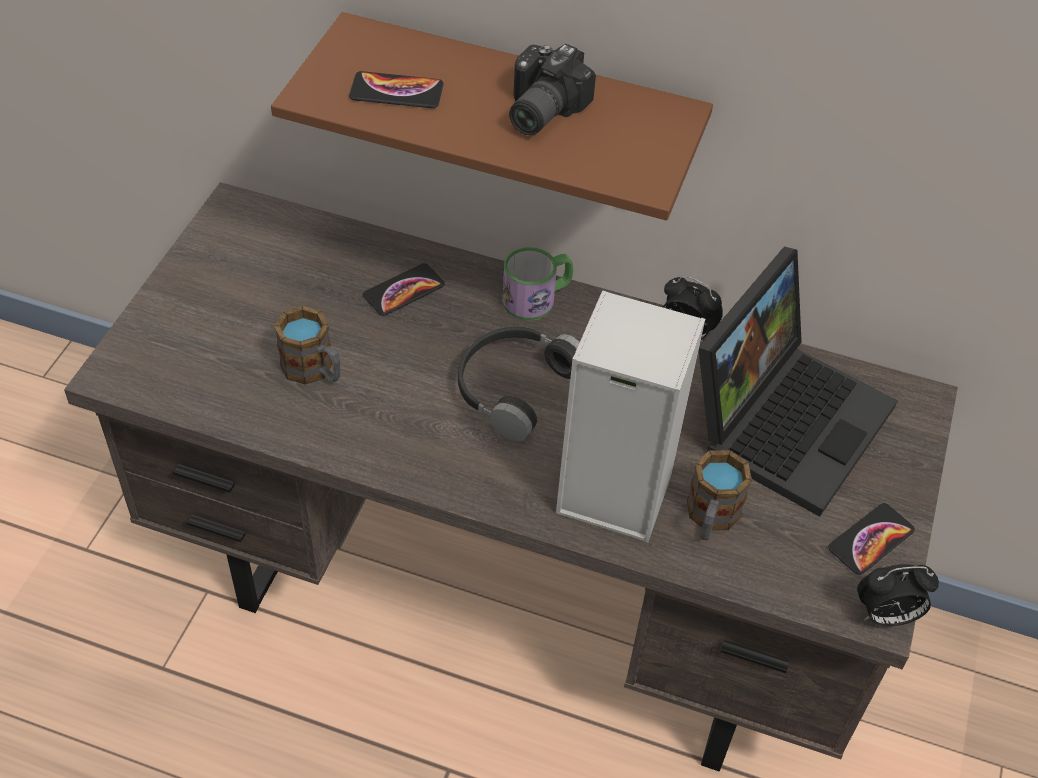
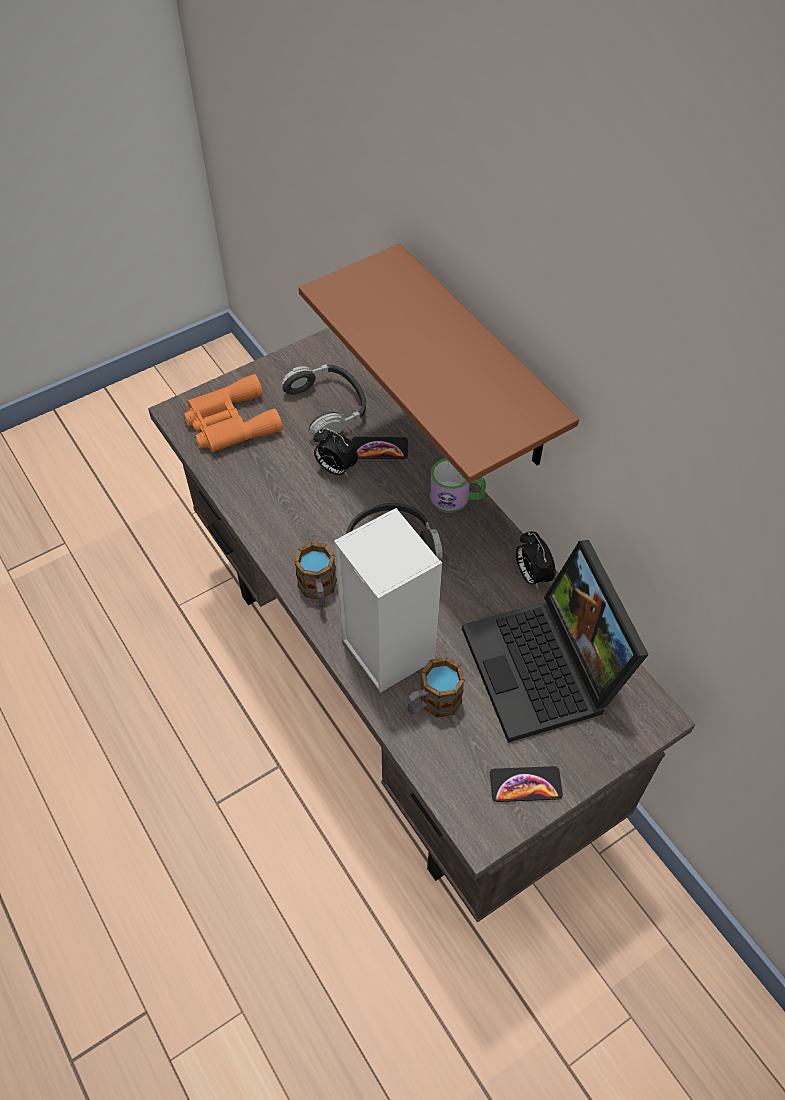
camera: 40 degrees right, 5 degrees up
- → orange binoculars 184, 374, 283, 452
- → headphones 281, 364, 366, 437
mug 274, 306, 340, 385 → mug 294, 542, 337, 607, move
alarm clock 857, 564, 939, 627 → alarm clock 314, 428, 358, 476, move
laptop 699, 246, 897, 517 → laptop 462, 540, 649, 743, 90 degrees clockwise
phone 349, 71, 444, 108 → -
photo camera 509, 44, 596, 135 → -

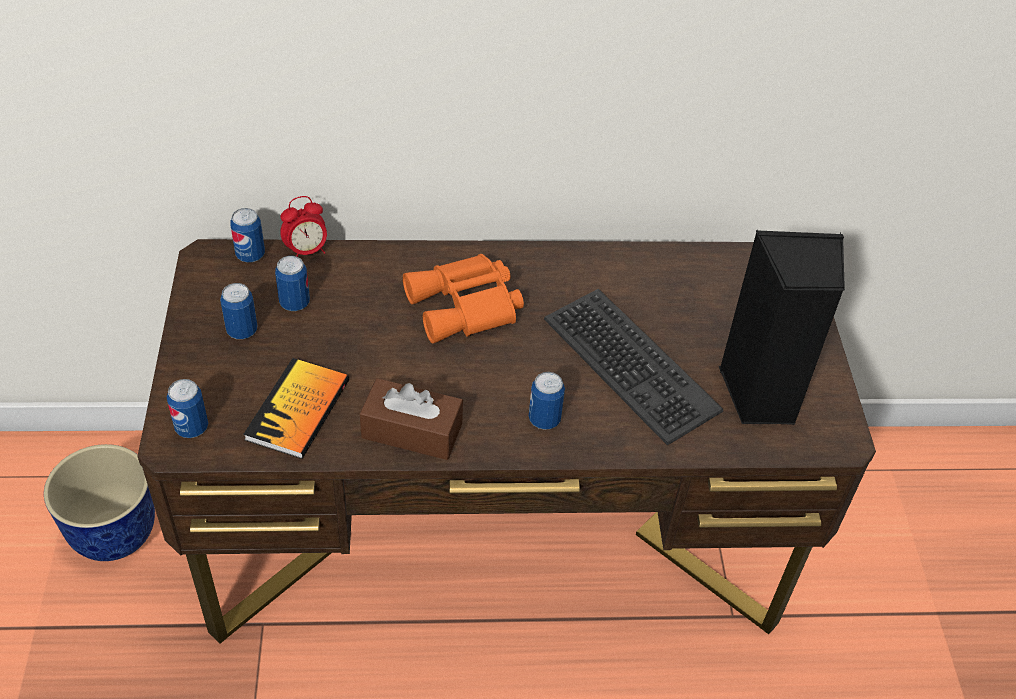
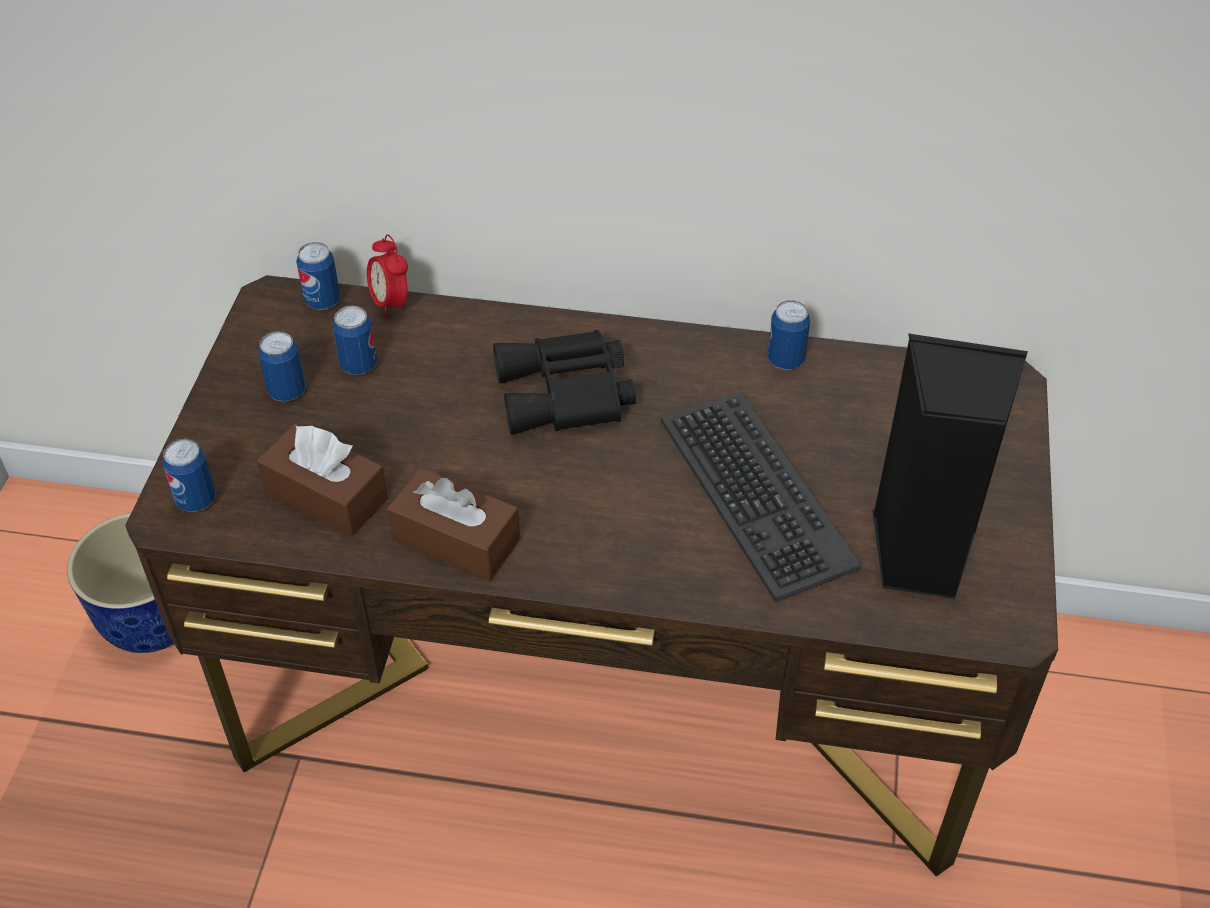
camera: 15 degrees right, 0 degrees up
book 243, 358, 349, 459 → brown tissue box 257, 424, 388, 537
alarm clock 280, 196, 327, 257 → alarm clock 367, 234, 408, 319, 75 degrees clockwise
orange binoculars 403, 254, 524, 344 → black binoculars 493, 330, 636, 435
can 529, 372, 565, 430 → can 768, 300, 810, 370, move

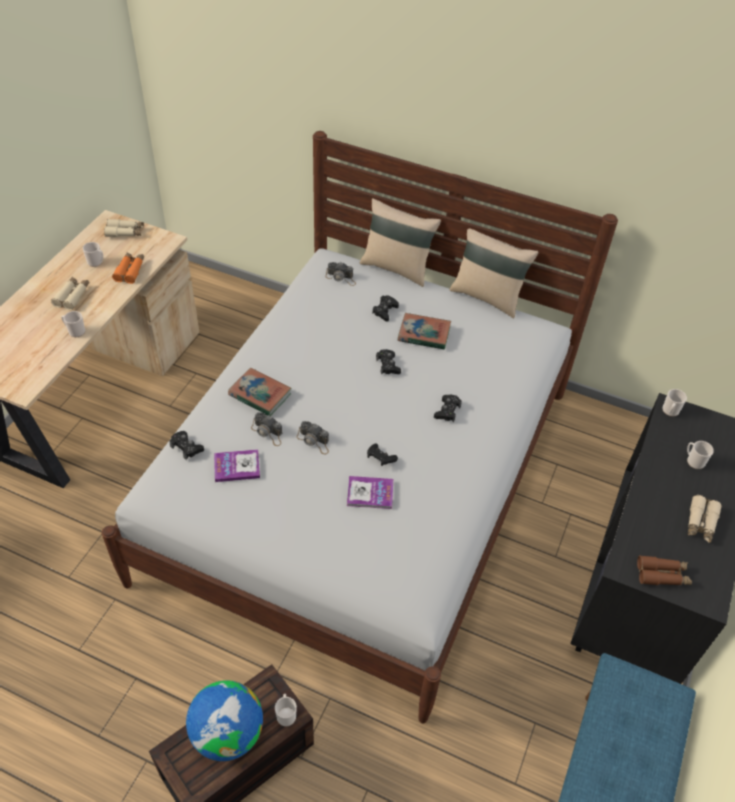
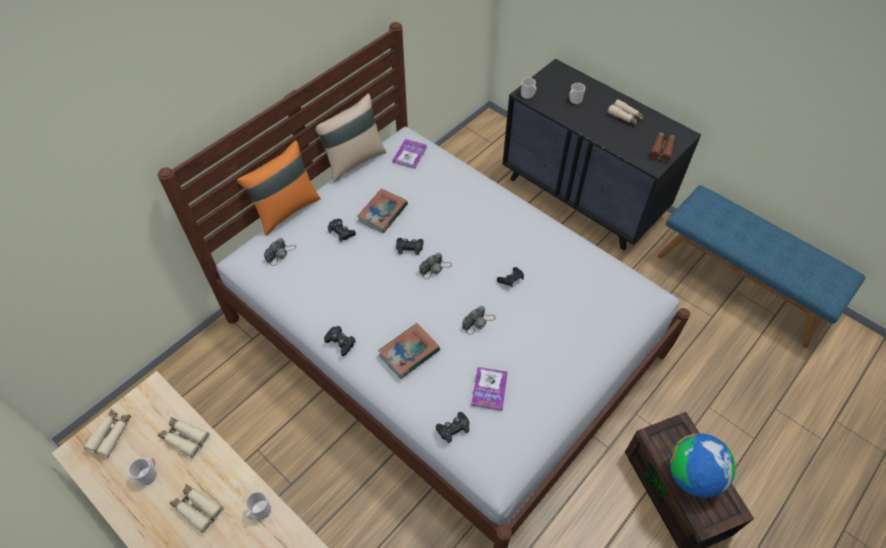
camera: 70 degrees left, 5 degrees up
orange binoculars 112, 252, 144, 284 → beige binoculars 158, 417, 210, 458
beige pillow 360, 198, 441, 287 → orange pillow 237, 140, 321, 236
black game controller 434, 394, 462, 422 → black game controller 324, 326, 356, 356, move
book 347, 476, 393, 509 → book 393, 139, 427, 169, move
photo camera 251, 412, 282, 446 → photo camera 419, 253, 452, 279, move
mug 275, 694, 297, 726 → -

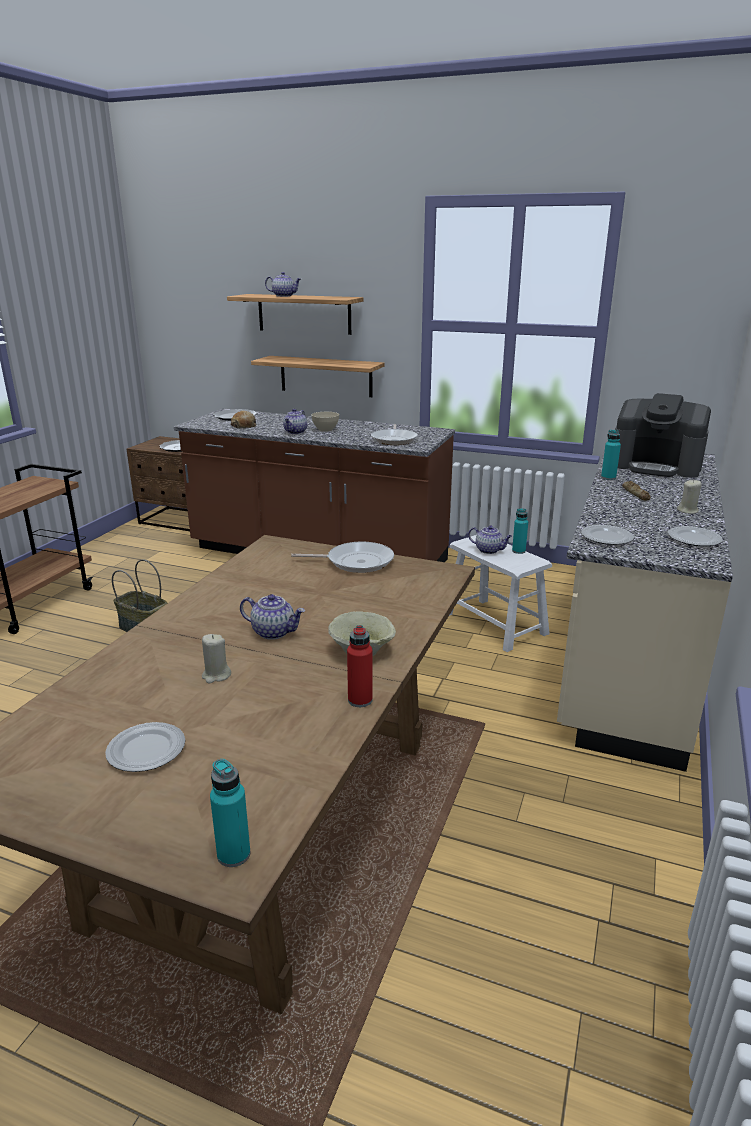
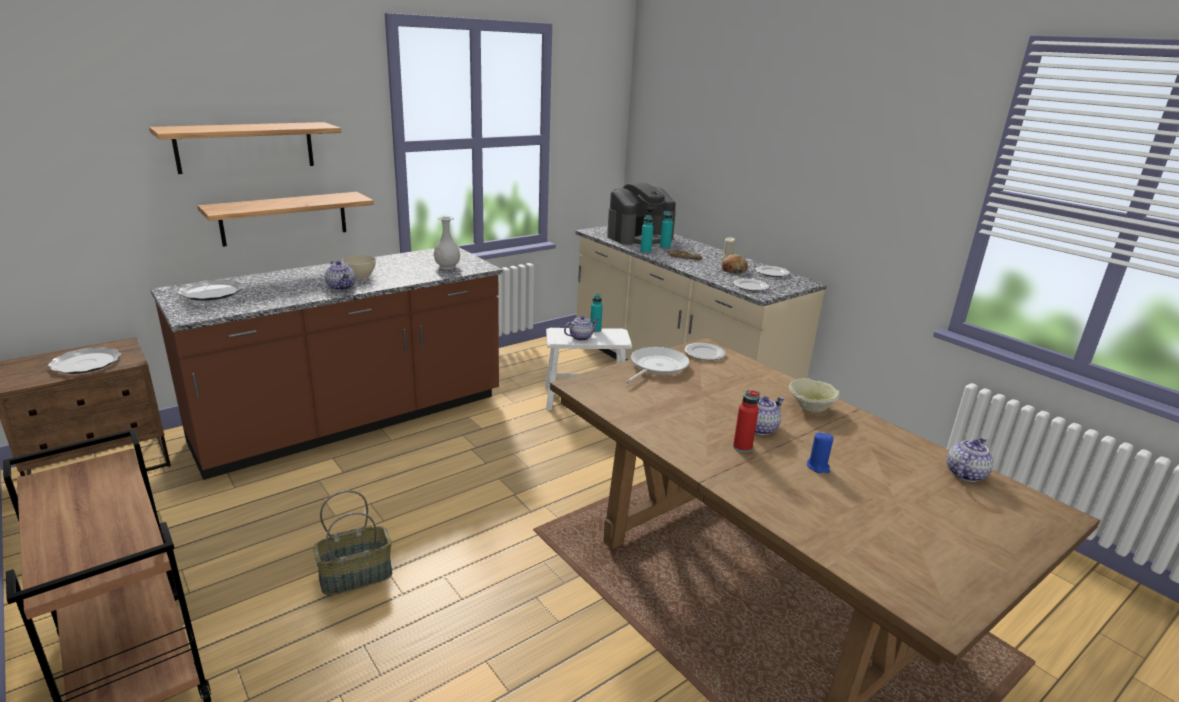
camera: 60 degrees left, 0 degrees up
frying pan 371, 424, 418, 445 → white vase 434, 216, 460, 270
turquoise bottle 210, 759, 250, 867 → turquoise bottle 660, 211, 673, 249, move
plate 105, 722, 185, 772 → plate 685, 343, 726, 360, move
bread 231, 411, 256, 428 → bread 722, 255, 747, 274, move
red bottle 347, 625, 373, 707 → red bottle 733, 390, 760, 453, move
beige candle 202, 634, 231, 683 → blue candle 807, 433, 833, 473
teapot 265, 272, 301, 297 → teapot 947, 437, 994, 482, move

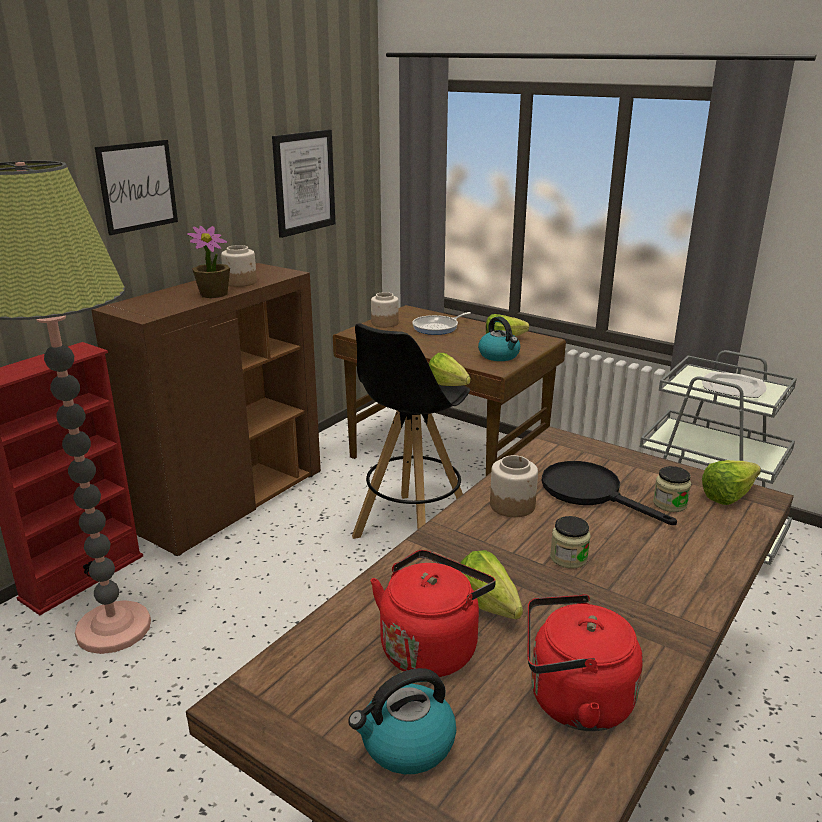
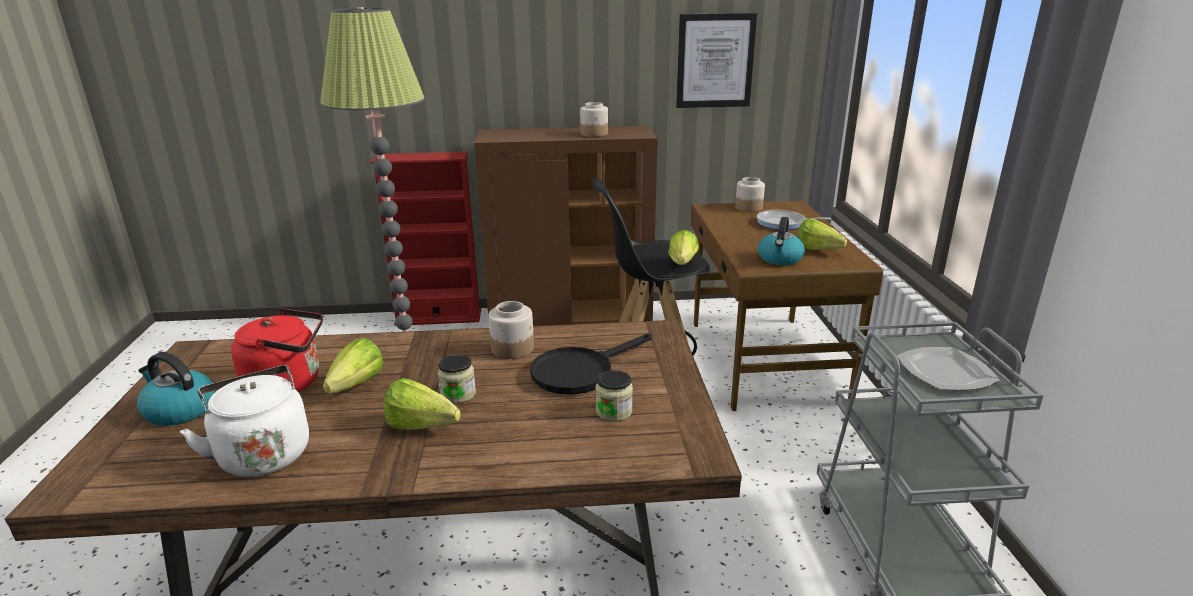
camera: 50 degrees right, 0 degrees up
red kettle 527, 594, 643, 731 → white kettle 180, 365, 309, 477
lettuce 702, 460, 761, 505 → lettuce 383, 378, 461, 430, move
black frying pan 542, 461, 677, 525 → black frying pan 530, 333, 652, 395, 135 degrees counterclockwise
picture 95, 140, 178, 235 → -
potted plant 187, 226, 230, 298 → -

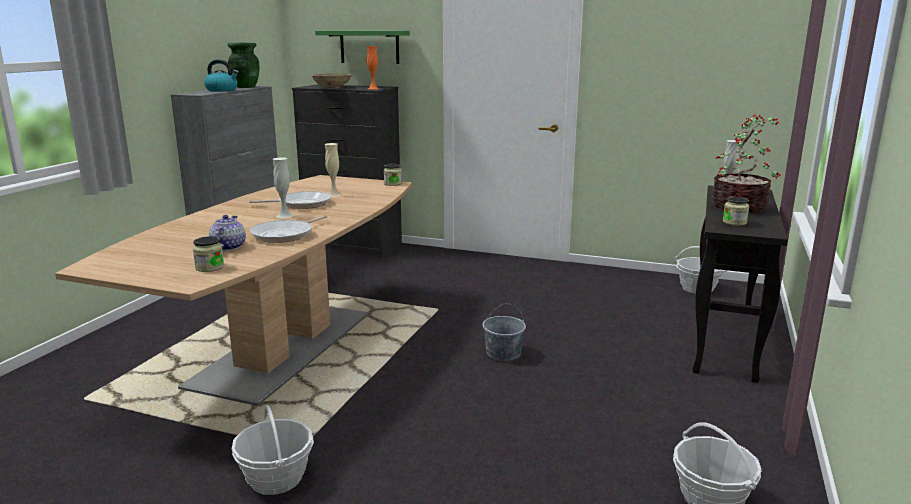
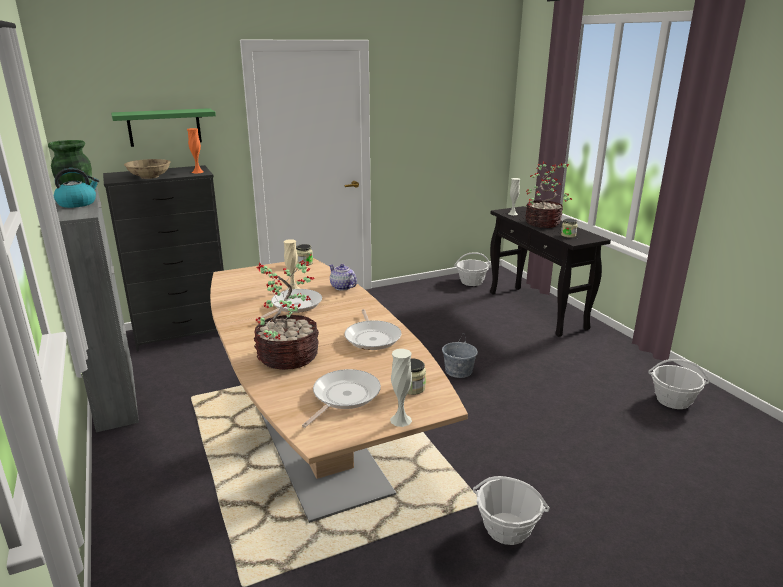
camera: 45 degrees left, 5 degrees up
- → potted plant 254, 260, 319, 370
- → frying pan 302, 369, 381, 428
teapot 209, 215, 246, 251 → teapot 329, 264, 357, 291, move
white vase 273, 157, 293, 218 → white vase 390, 349, 412, 427, move

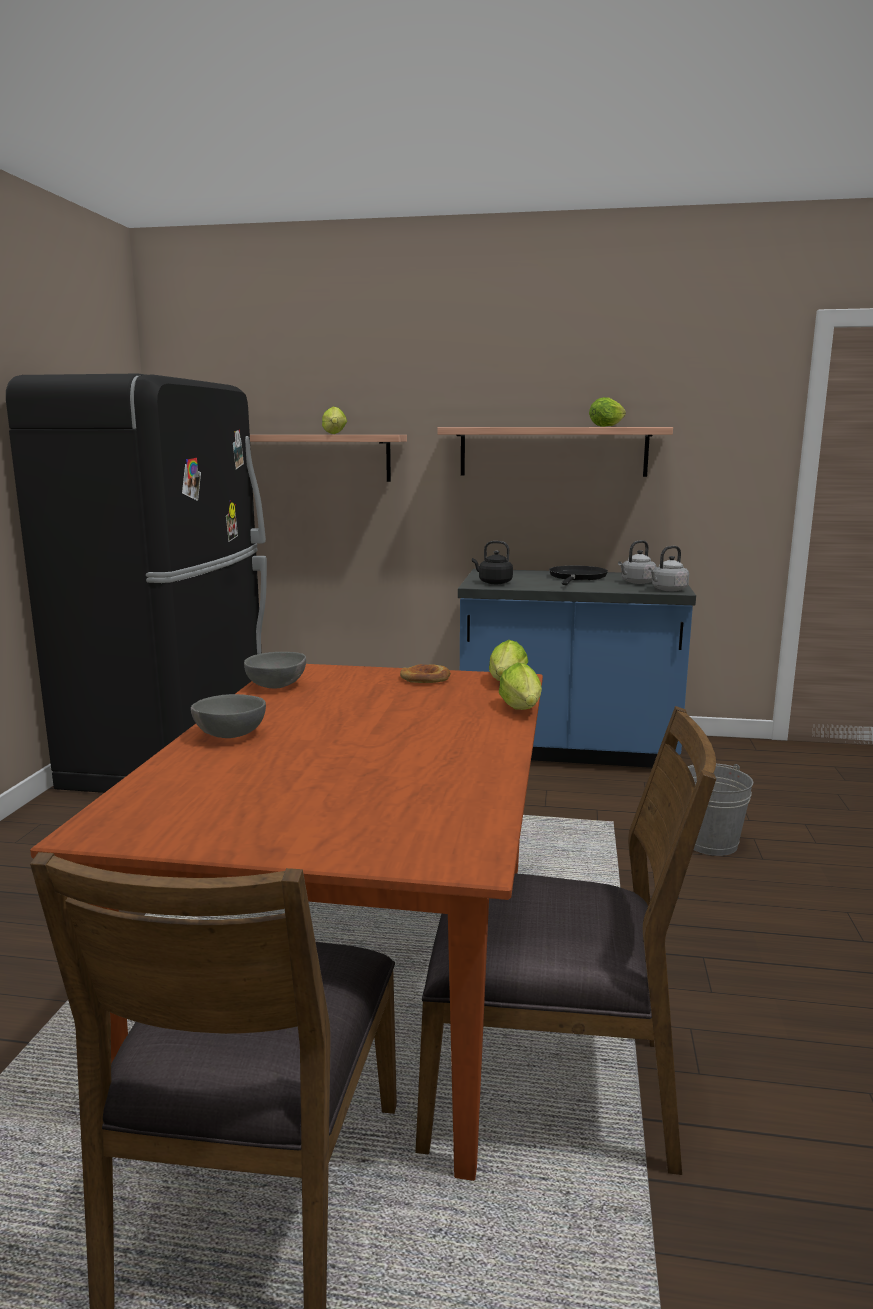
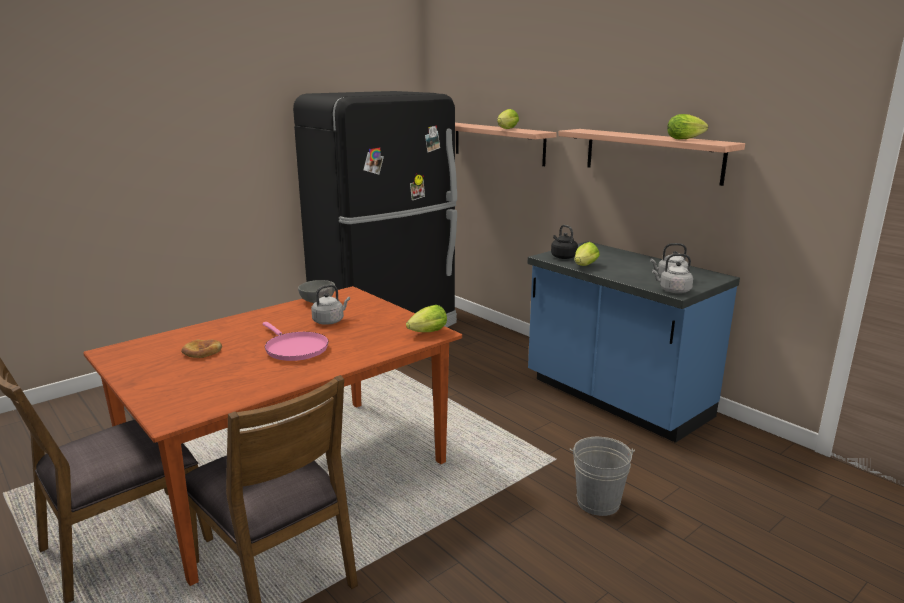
camera: 40 degrees right, 5 degrees up
bread 400, 664, 451, 683 → bread 181, 340, 222, 358, move
- → pink frying pan 263, 322, 329, 361
- → grey kettle 311, 284, 350, 325
lettuce 499, 662, 542, 710 → lettuce 575, 242, 600, 266, move
grey bowl 191, 694, 266, 738 → -
black frying pan 549, 566, 608, 585 → -

